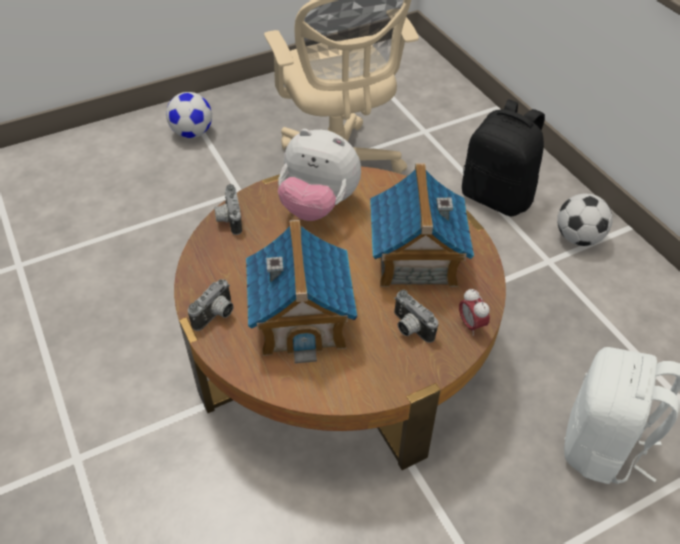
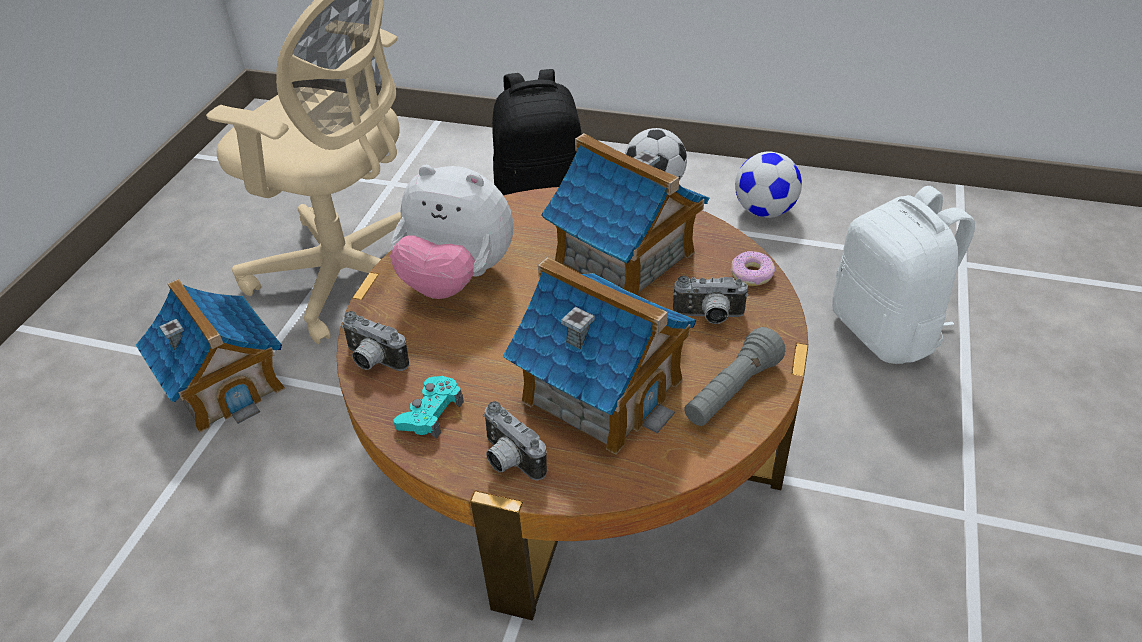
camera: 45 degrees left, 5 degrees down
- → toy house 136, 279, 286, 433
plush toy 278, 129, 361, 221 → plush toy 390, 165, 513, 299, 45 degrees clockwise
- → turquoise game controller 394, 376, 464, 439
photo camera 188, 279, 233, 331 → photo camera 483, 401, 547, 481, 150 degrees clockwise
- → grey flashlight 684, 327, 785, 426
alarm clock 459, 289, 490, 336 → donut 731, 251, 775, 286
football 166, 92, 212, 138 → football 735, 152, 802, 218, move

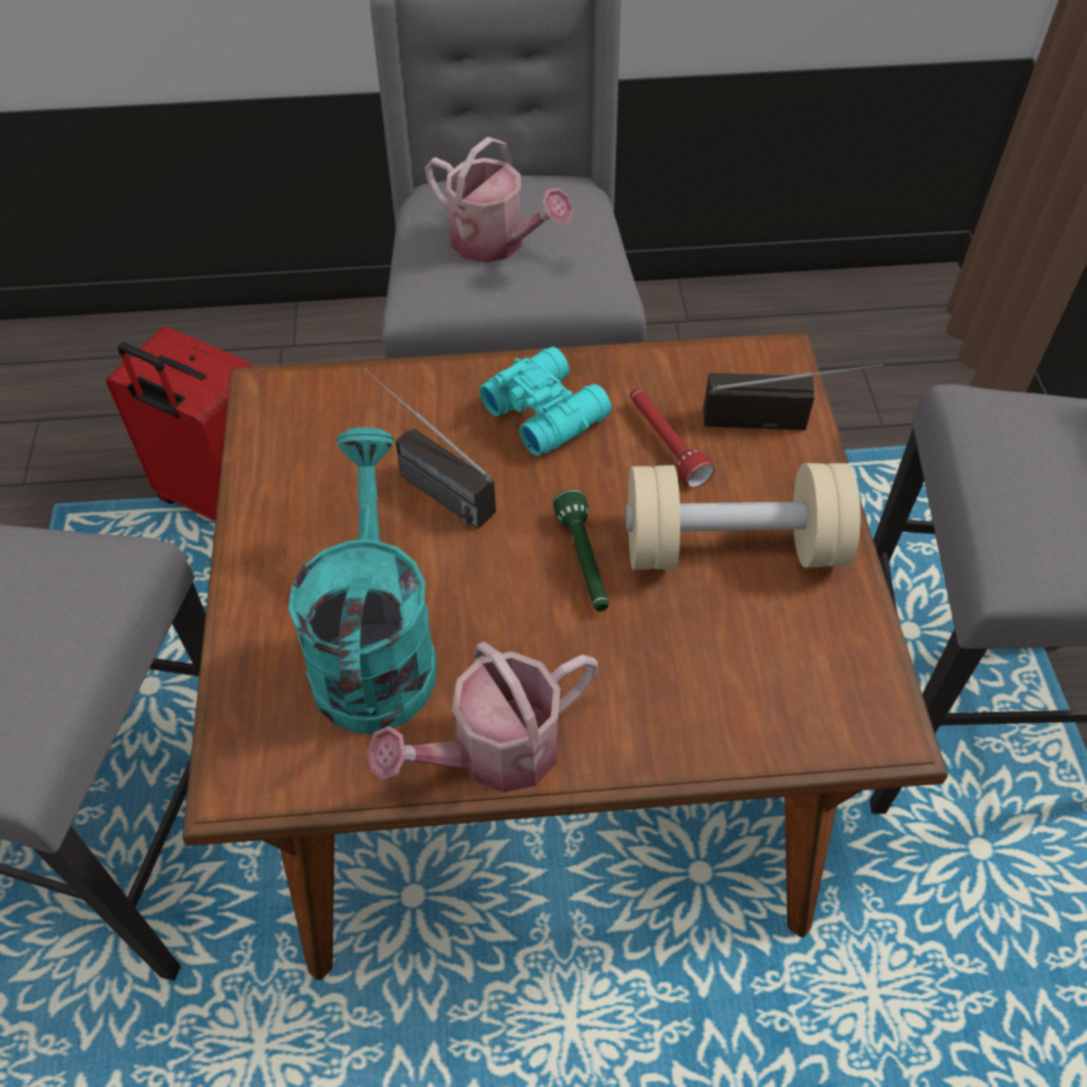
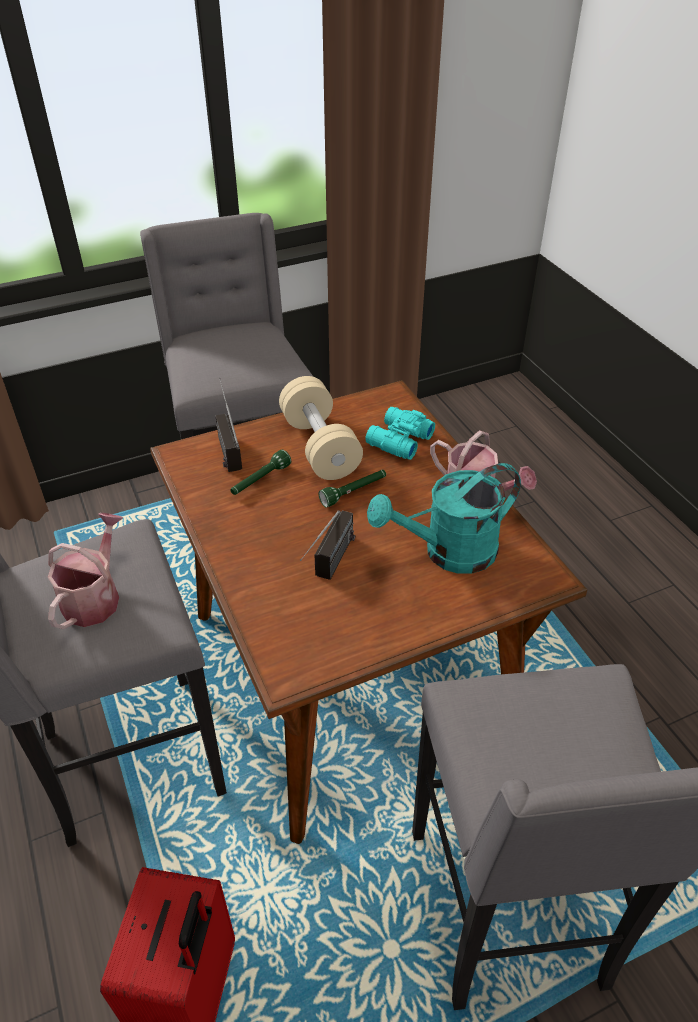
camera: 110 degrees left, 10 degrees down
red flashlight 630, 388, 715, 488 → green flashlight 231, 450, 291, 495
turquoise binoculars 479, 347, 612, 456 → turquoise binoculars 365, 407, 435, 460, move

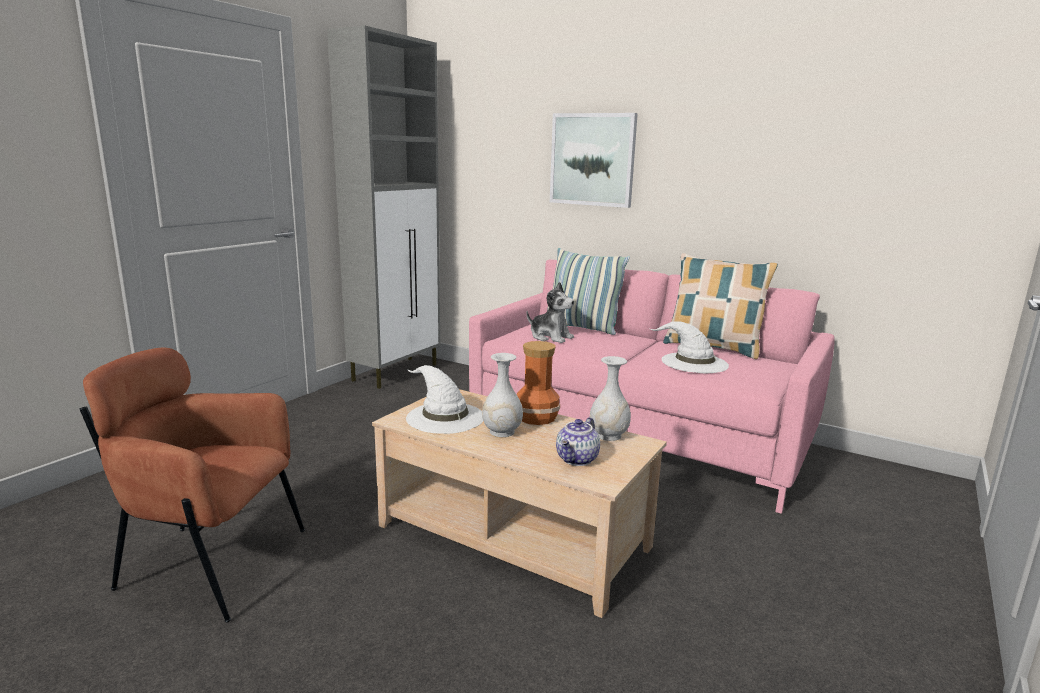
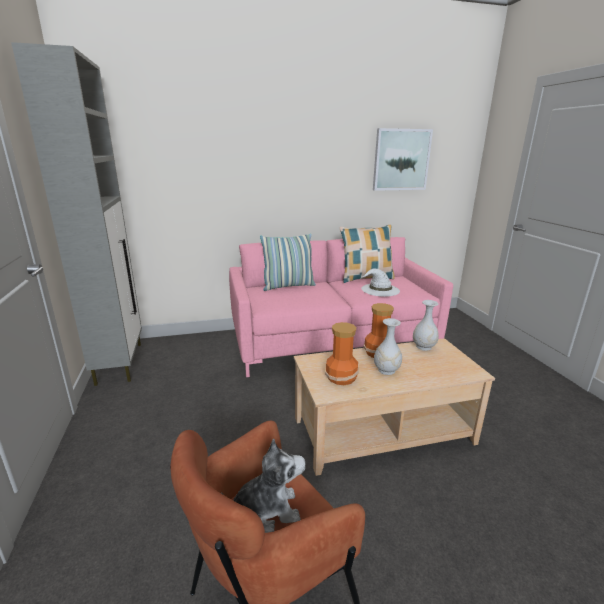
camera: 45 degrees left, 5 degrees up
plush toy 527, 282, 574, 343 → plush toy 221, 439, 306, 533, move
white hat 406, 365, 483, 434 → vase 325, 322, 359, 385
picture 550, 113, 638, 208 → picture 373, 128, 433, 191, move
teapot 556, 417, 600, 466 → -

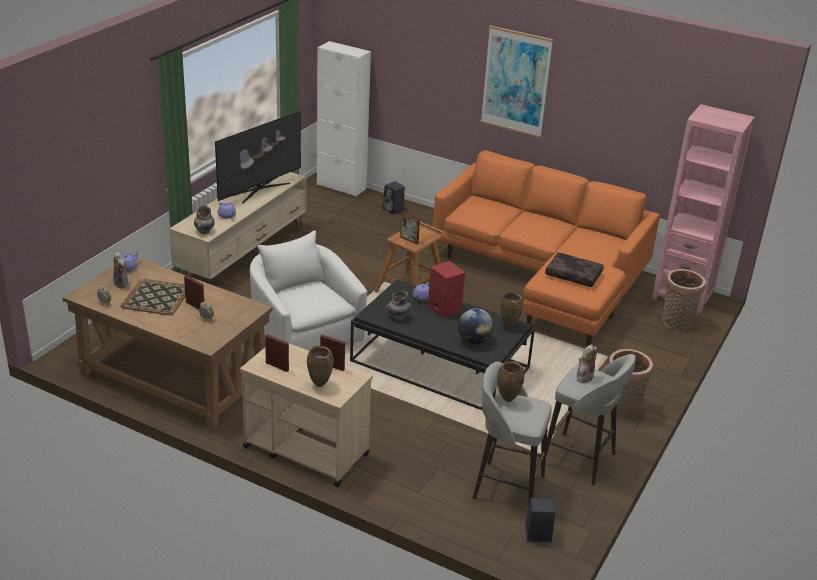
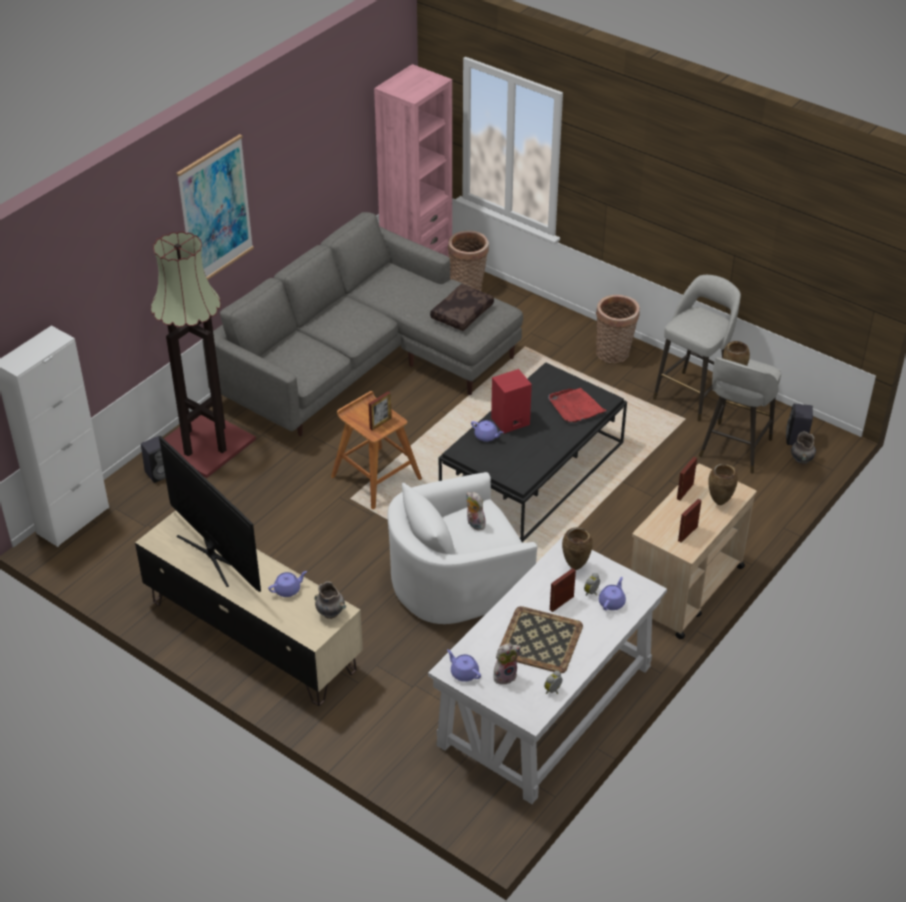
camera: 80 degrees left, 10 degrees up
- → floor lamp 151, 231, 256, 478
orange sofa 433, 150, 660, 347 → grey sofa 202, 212, 523, 436
brown desk 62, 258, 273, 430 → white desk 428, 536, 667, 804
plush toy 577, 344, 597, 383 → plush toy 466, 492, 486, 531, move
globe 458, 308, 494, 344 → red tray 548, 388, 607, 422
brown vase 500, 292, 523, 328 → brown vase 562, 527, 593, 570, move
- → purple teapot 599, 577, 626, 610
grey vase 386, 290, 412, 320 → grey vase 791, 431, 816, 465, move

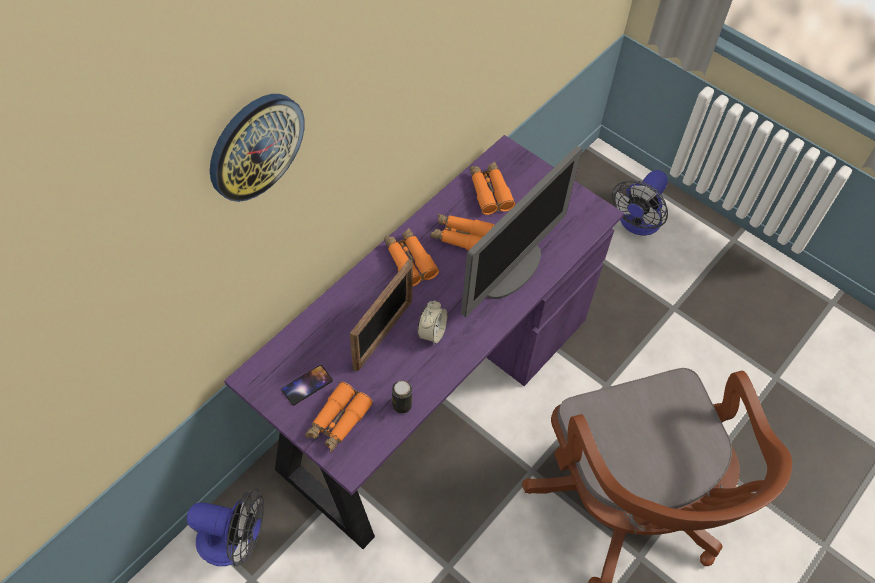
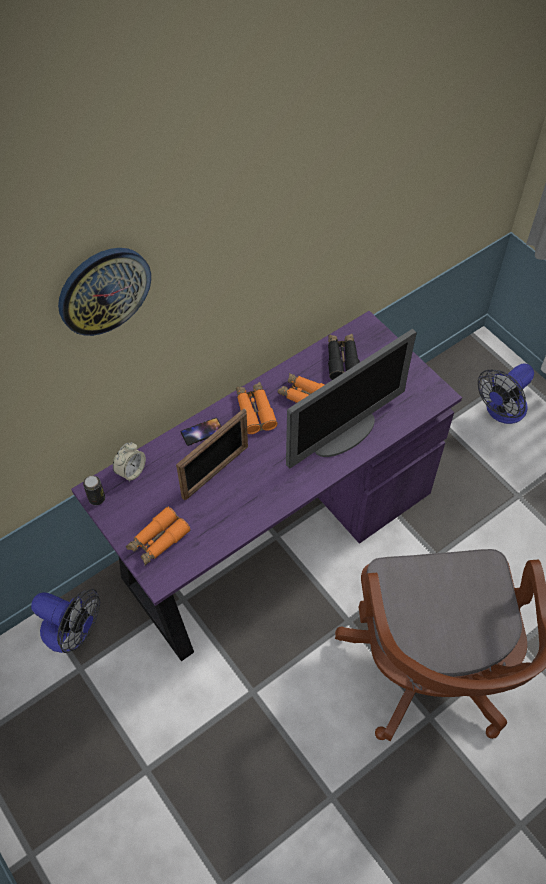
camera: 15 degrees right, 0 degrees up
can 392, 380, 412, 414 → can 83, 476, 105, 505, move
alarm clock 417, 300, 447, 345 → alarm clock 113, 442, 146, 482, move
phone 281, 365, 333, 405 → phone 181, 418, 222, 446, move
orange binoculars 470, 162, 515, 215 → black binoculars 328, 334, 360, 380

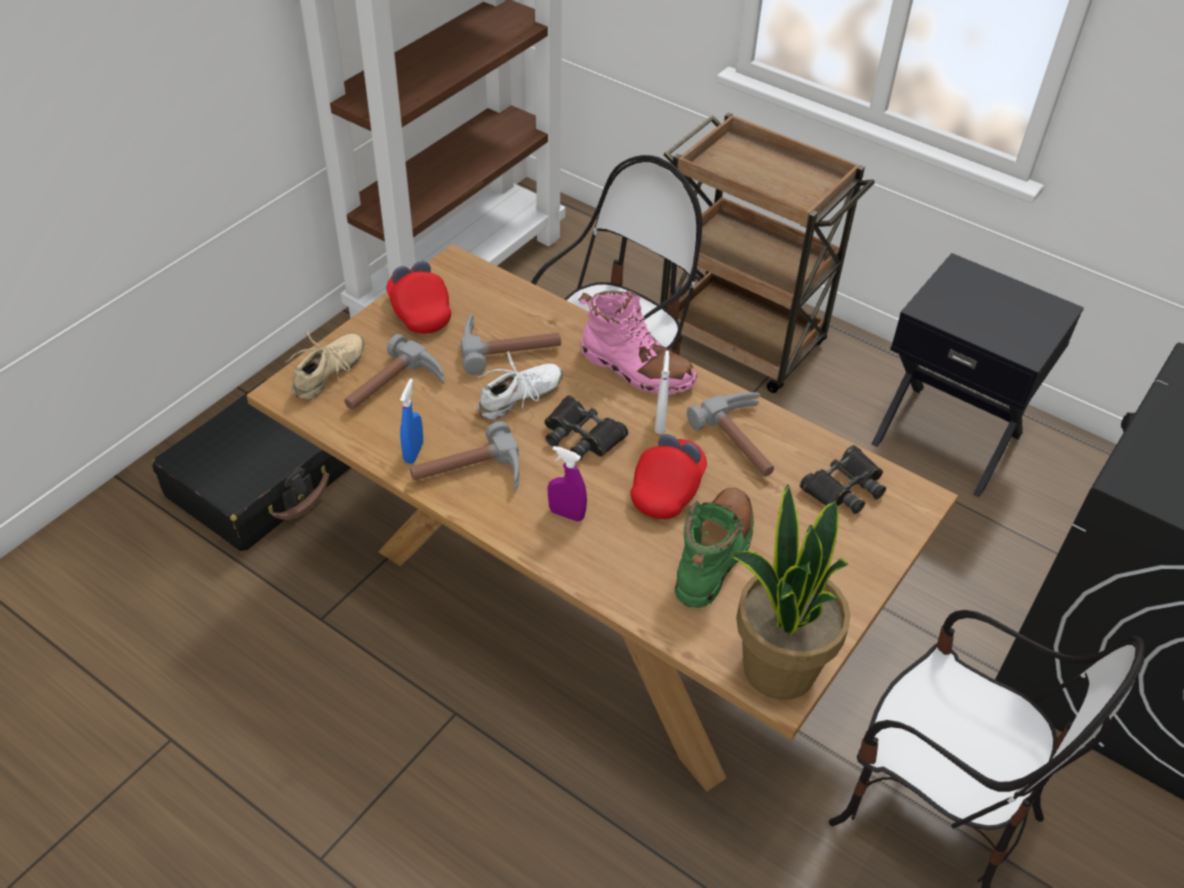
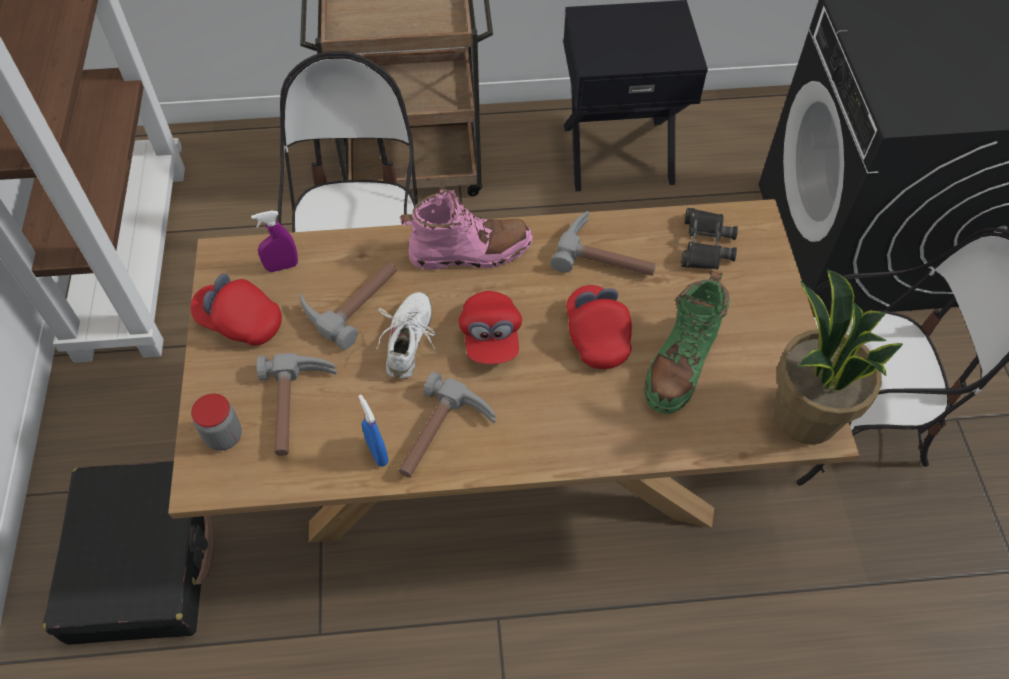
camera: 40 degrees left, 10 degrees up
beige shoe 285, 331, 364, 401 → jar 191, 393, 242, 451
purple spray bottle 548, 446, 587, 522 → purple spray bottle 251, 210, 298, 272, move
black binoculars 544, 396, 628, 461 → red cap 458, 291, 522, 364
green boot 674, 488, 754, 608 → green boot 644, 272, 730, 414, 135 degrees counterclockwise
white spray bottle 655, 350, 670, 434 → -

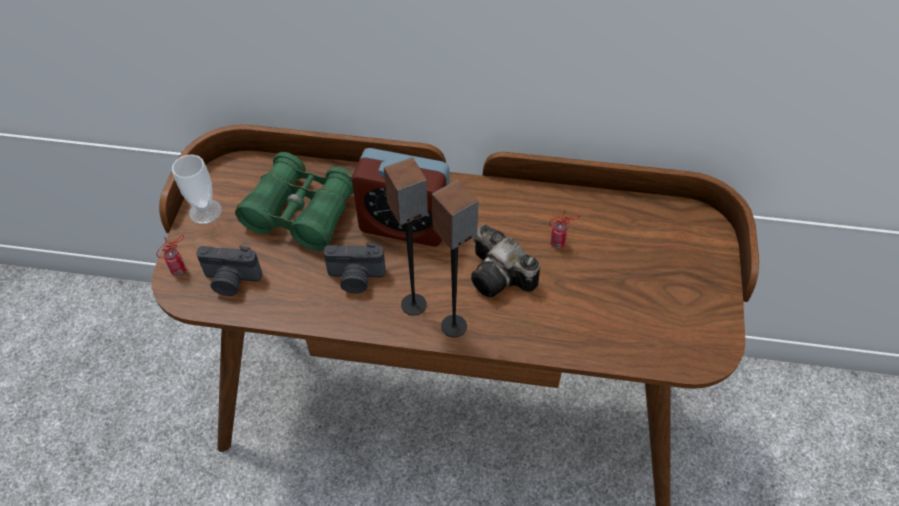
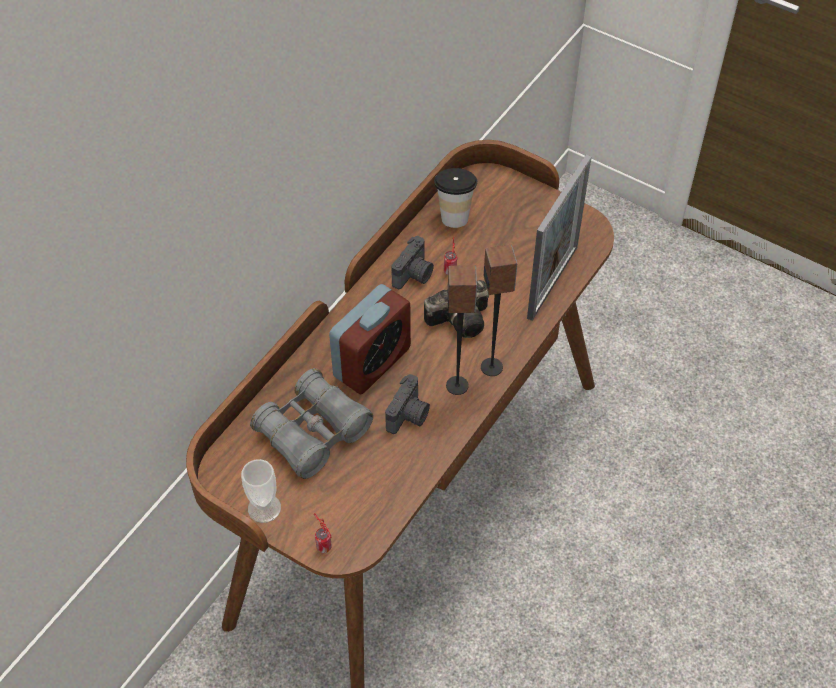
camera: 65 degrees left, 0 degrees up
green binoculars 235, 152, 354, 251 → grey binoculars 250, 368, 373, 479
photo camera 196, 246, 262, 296 → photo camera 391, 236, 434, 289, move
- → cup 434, 168, 477, 228
- → picture frame 527, 155, 591, 321

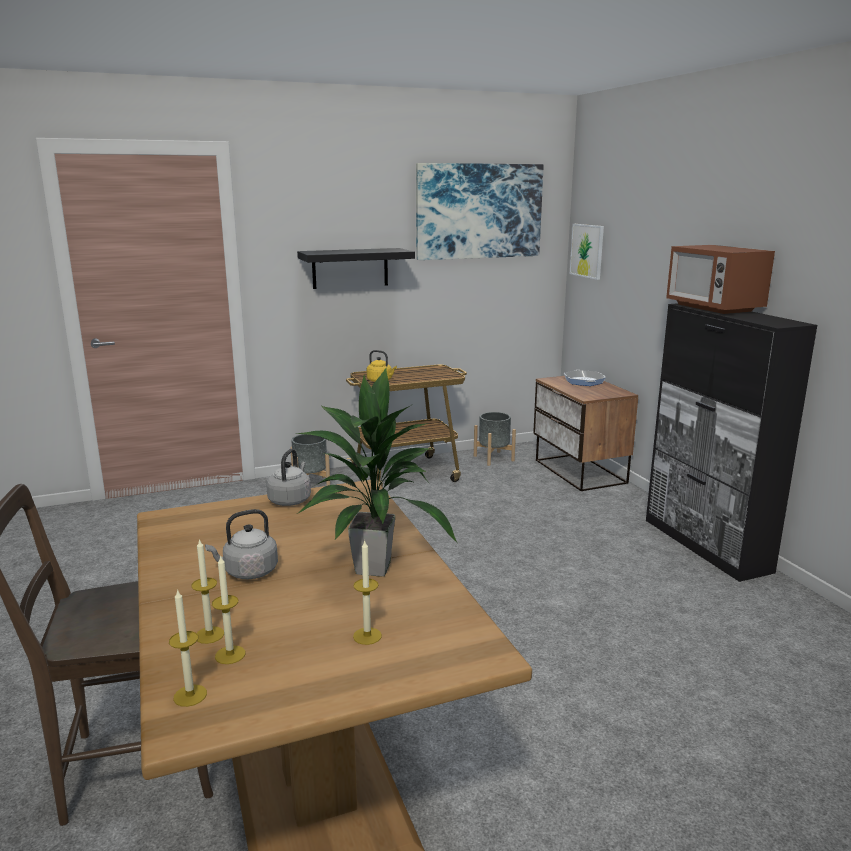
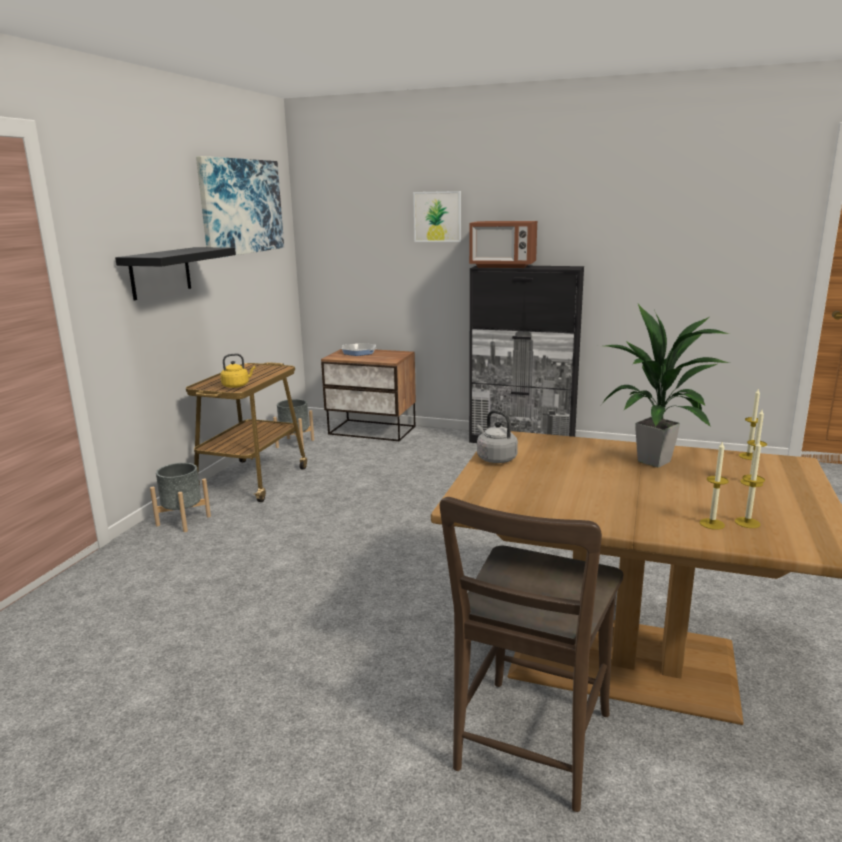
camera: 50 degrees left, 0 degrees up
picture 570, 224, 604, 280 → picture 413, 191, 461, 242, move
candle 169, 589, 207, 707 → candle 739, 389, 760, 460, move
grey kettle 205, 509, 278, 579 → -

